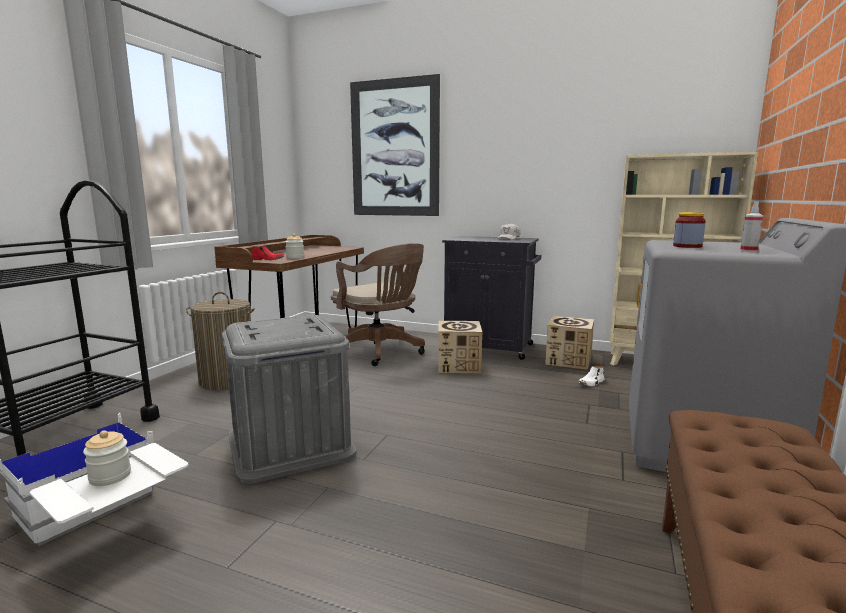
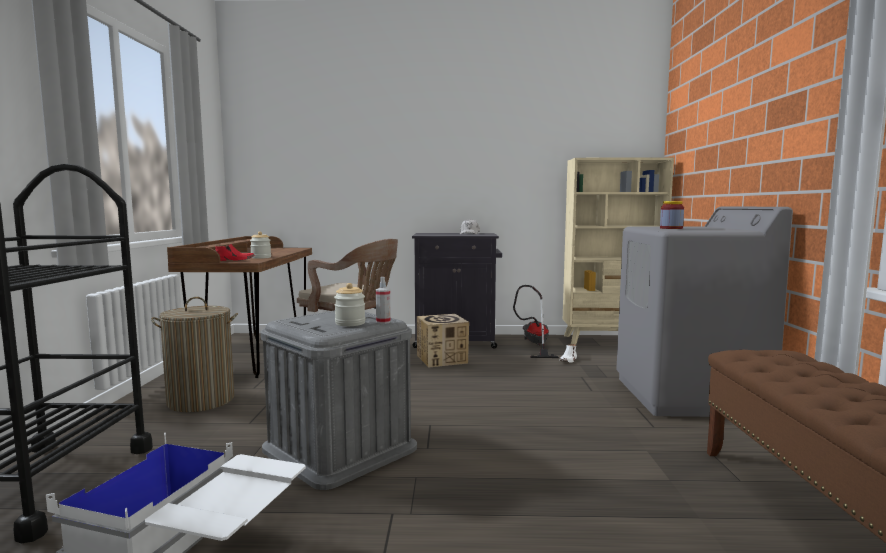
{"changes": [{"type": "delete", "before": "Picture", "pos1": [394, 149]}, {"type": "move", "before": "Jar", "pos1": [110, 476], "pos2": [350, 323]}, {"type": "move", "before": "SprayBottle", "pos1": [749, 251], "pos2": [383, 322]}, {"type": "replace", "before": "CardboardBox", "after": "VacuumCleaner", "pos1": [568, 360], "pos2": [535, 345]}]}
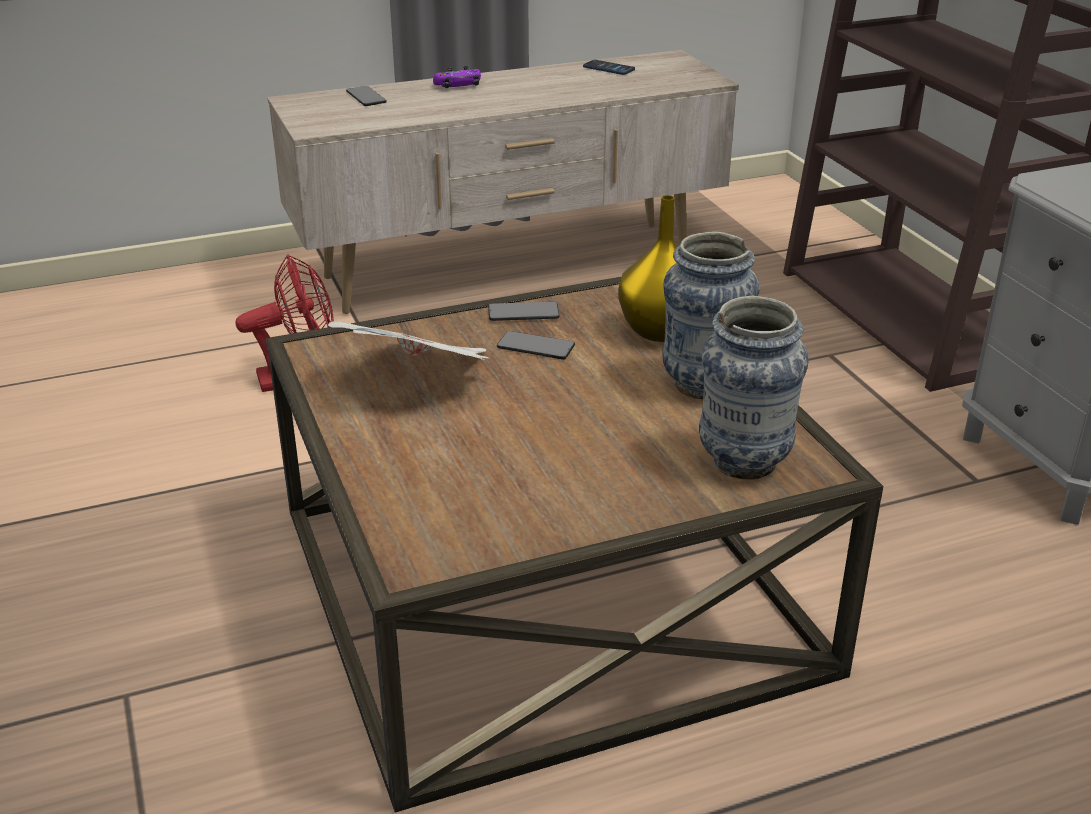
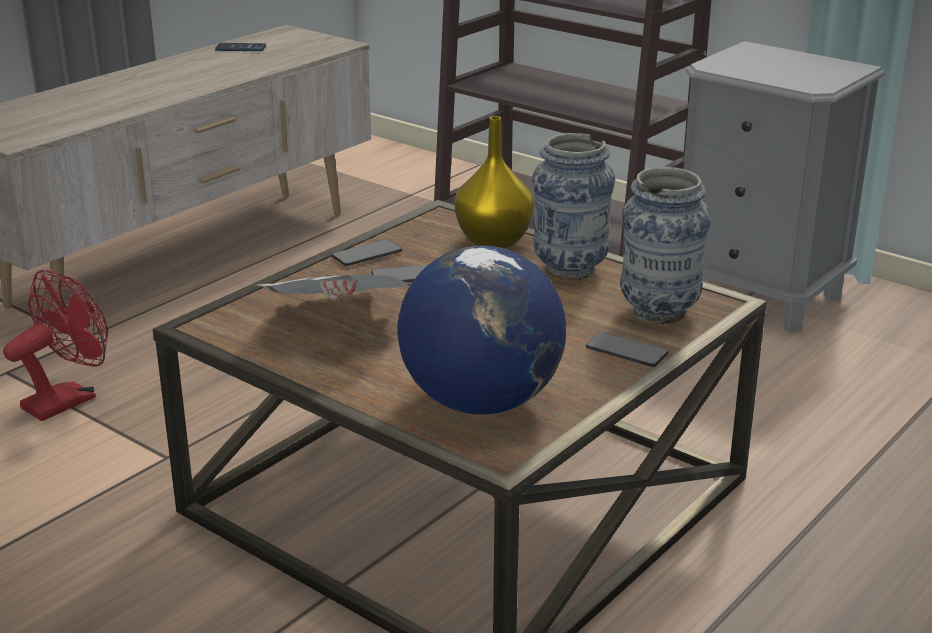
{"changes": [{"type": "delete", "before": "PurpleGameController", "pos1": [458, 85]}, {"type": "insert", "after": "Globe", "pos2": [481, 402]}, {"type": "move", "before": "Phone", "pos1": [366, 97], "pos2": [626, 351]}]}
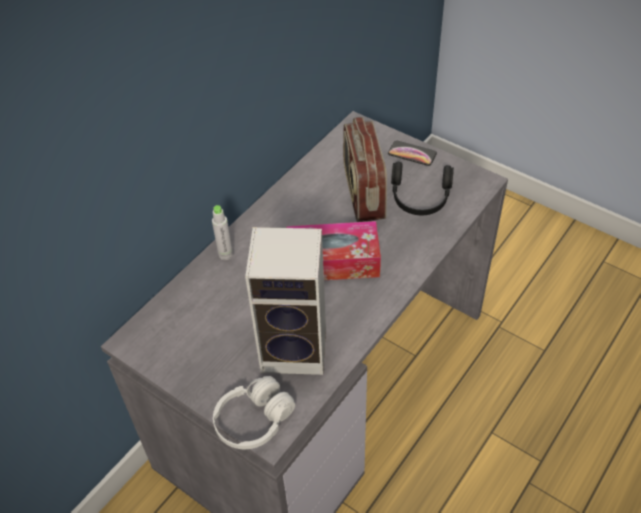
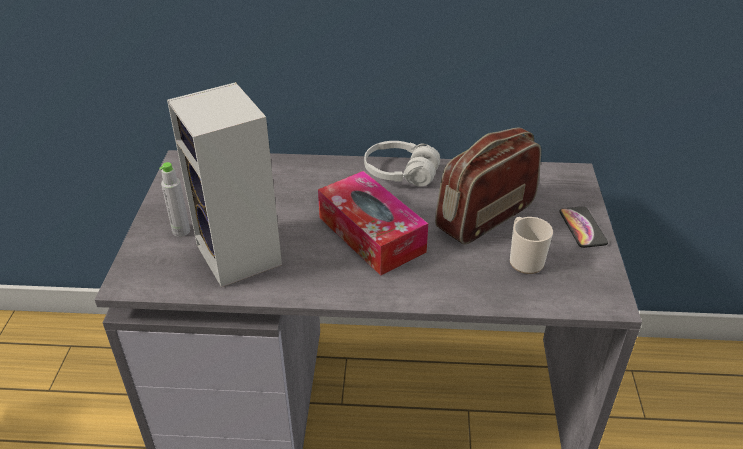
{"changes": [{"type": "move", "before": "GreyBottle", "pos1": [225, 254], "pos2": [181, 231]}, {"type": "move", "before": "WhiteHeadphones", "pos1": [254, 421], "pos2": [400, 173]}, {"type": "replace", "before": "BlackHeadphones", "after": "Mug", "pos1": [420, 198], "pos2": [524, 260]}]}
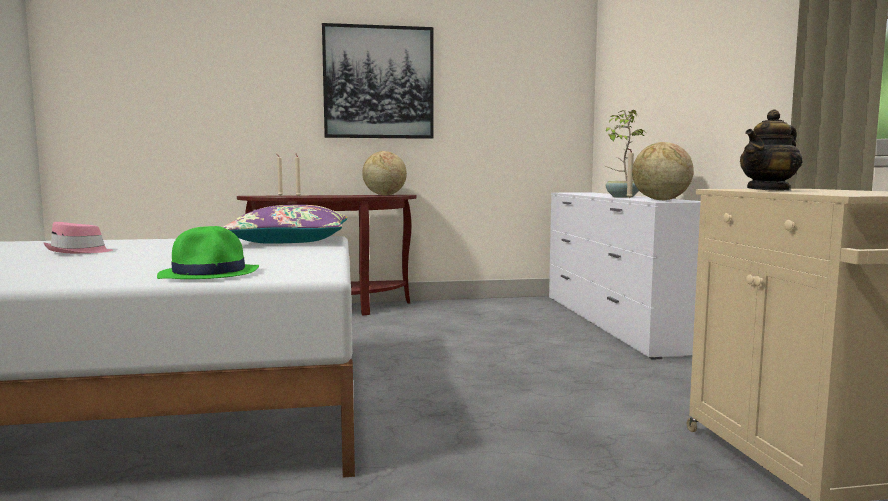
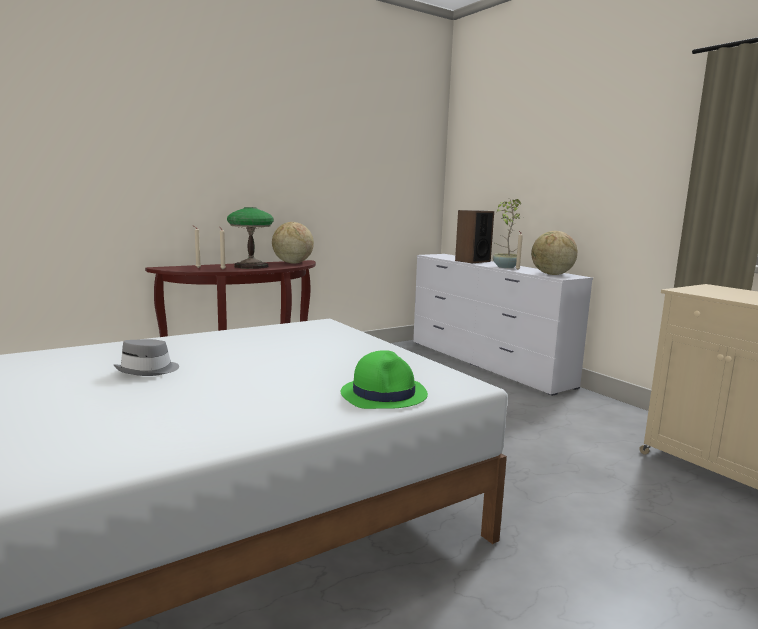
{"changes": [{"type": "delete", "before": "PurplePillow", "pos1": [290, 241]}, {"type": "delete", "before": "Picture", "pos1": [378, 82]}, {"type": "delete", "before": "Teapot", "pos1": [769, 190]}, {"type": "insert", "after": "TableLamp", "pos2": [251, 266]}, {"type": "insert", "after": "Speaker", "pos2": [472, 261]}, {"type": "recolor", "before": "PinkHat", "after": "GreyHat", "pos1": [78, 252], "pos2": [148, 370]}]}
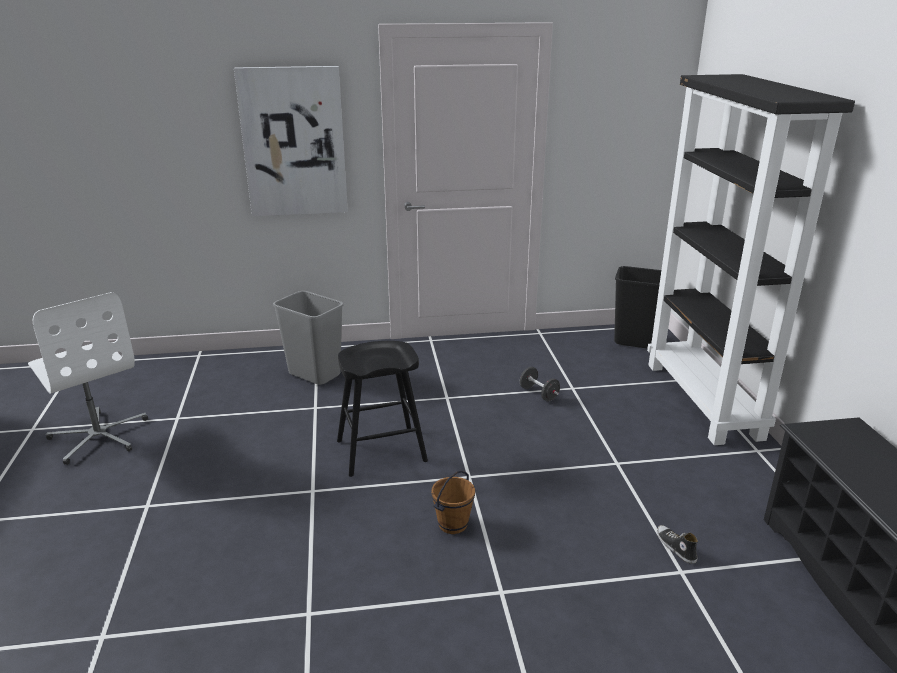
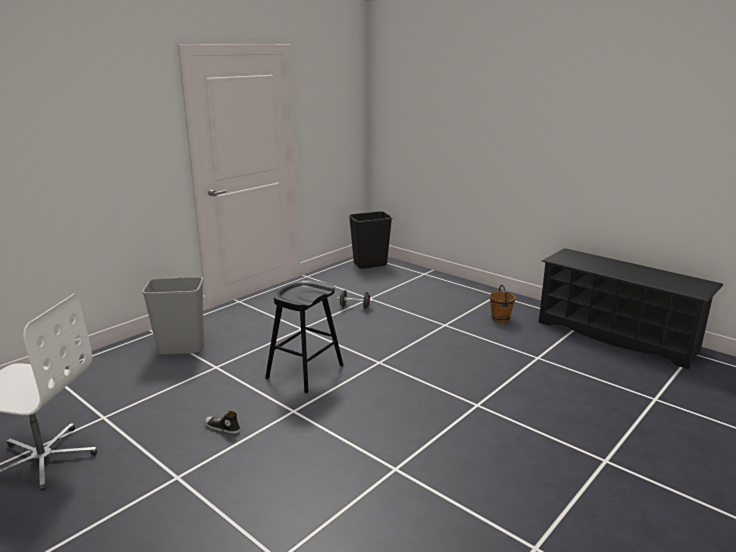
{"changes": [{"type": "delete", "before": "Picture", "pos1": [294, 142]}, {"type": "delete", "before": "BlackBookcase", "pos1": [704, 400]}, {"type": "move", "before": "BrownBucket", "pos1": [453, 525], "pos2": [500, 319]}, {"type": "move", "before": "Shoe", "pos1": [675, 547], "pos2": [222, 428]}]}
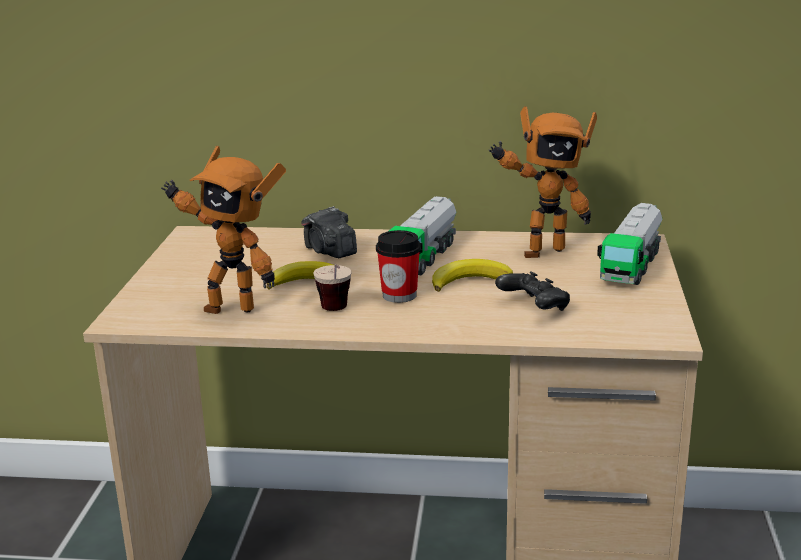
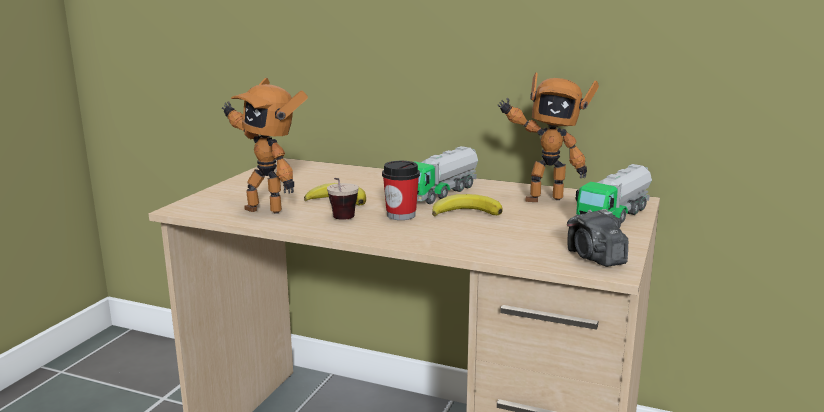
{"changes": [{"type": "delete", "before": "BlackGameController", "pos1": [533, 307]}, {"type": "move", "before": "PhotoCamera", "pos1": [329, 251], "pos2": [594, 258]}]}
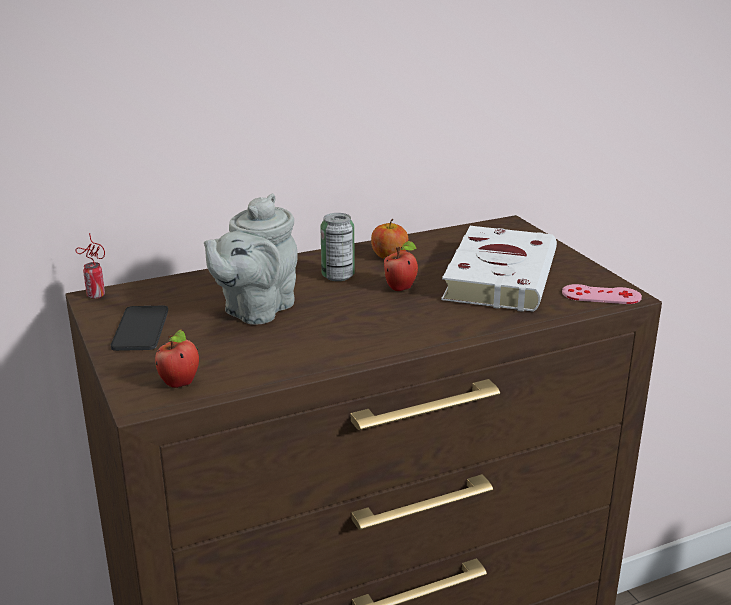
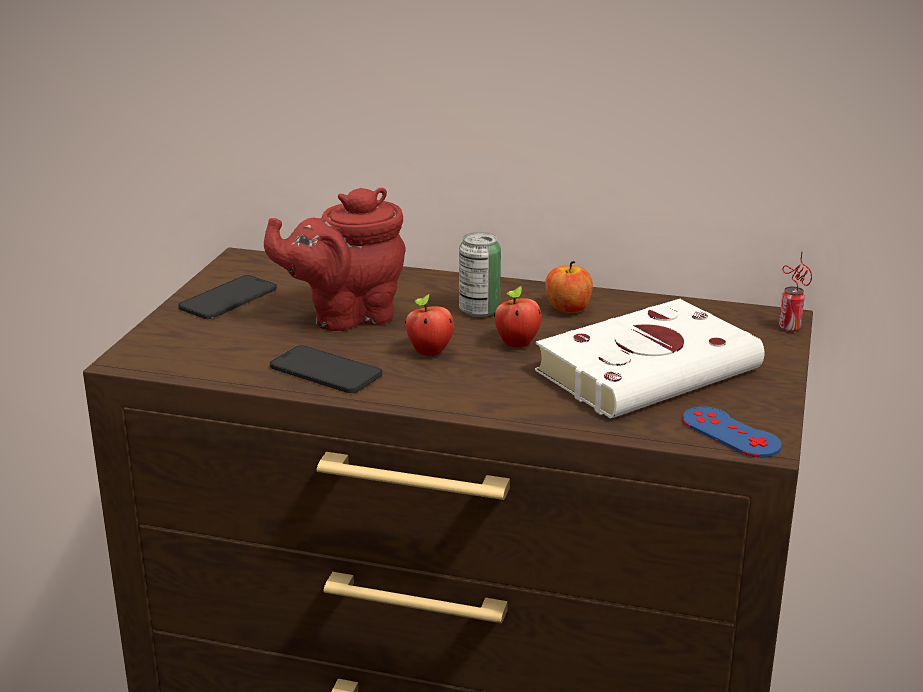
{"changes": [{"type": "insert", "after": "Phone", "pos2": [325, 371]}, {"type": "move", "before": "Can", "pos1": [94, 295], "pos2": [787, 326]}, {"type": "move", "before": "Apple", "pos1": [180, 384], "pos2": [430, 353]}, {"type": "recolor", "before": "GreyTeapot", "after": "RedTeapot", "pos1": [255, 310], "pos2": [346, 316]}, {"type": "recolor", "before": "PinkGameController", "after": "BlueGameController", "pos1": [601, 295], "pos2": [730, 432]}]}
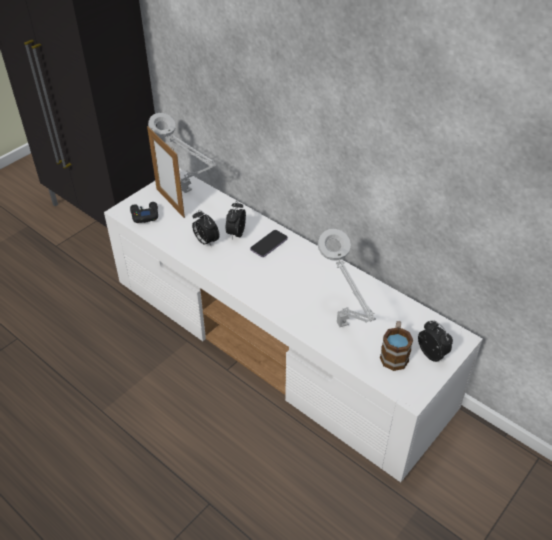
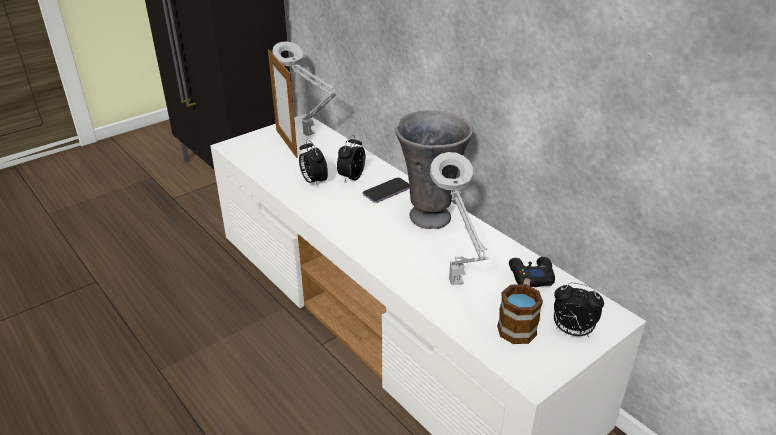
{"changes": [{"type": "insert", "after": "GreyVase", "pos2": [430, 216]}, {"type": "move", "before": "BlackGameController", "pos1": [144, 215], "pos2": [530, 275]}, {"type": "rotate", "before": "AlarmClock", "pos1": [432, 354], "pos2": [571, 331], "turn": 135}]}
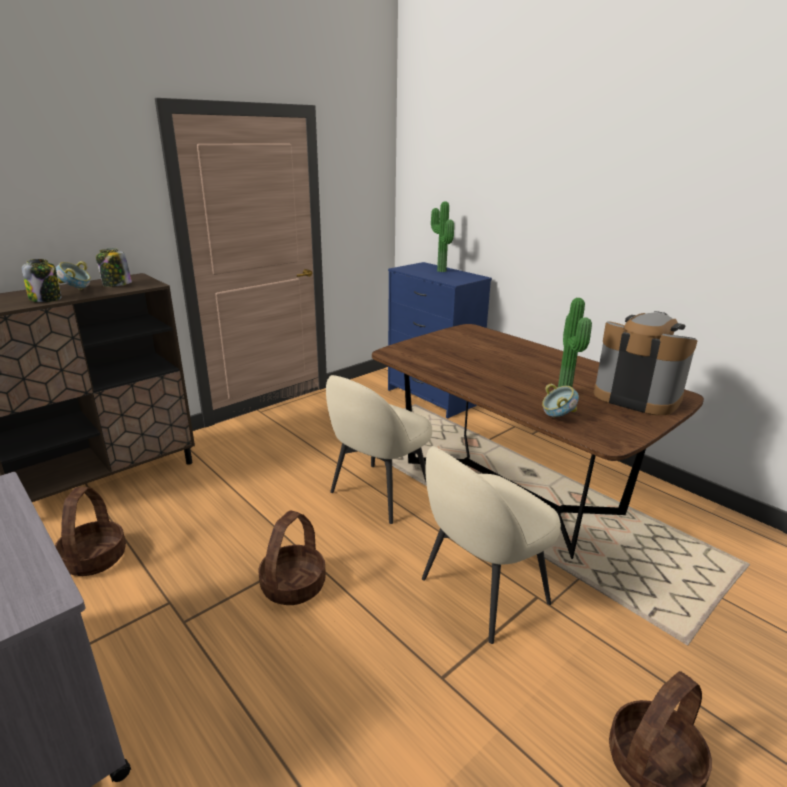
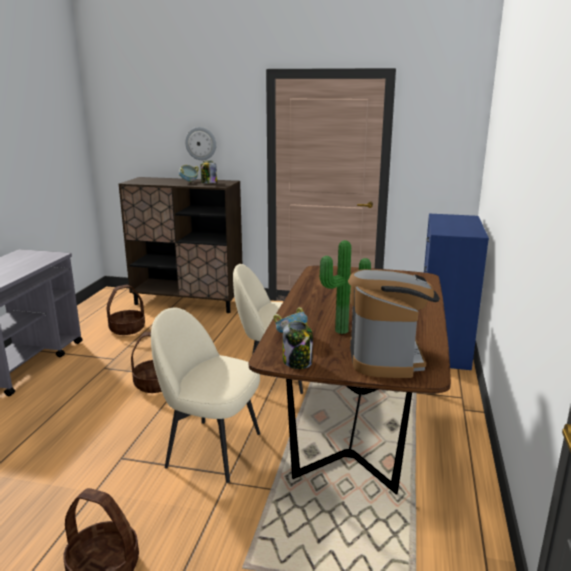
{"changes": [{"type": "delete", "before": "PottedPlant", "pos1": [440, 271]}, {"type": "insert", "after": "WallClock", "pos2": [201, 143]}, {"type": "move", "before": "Jar", "pos1": [46, 299], "pos2": [298, 362]}]}
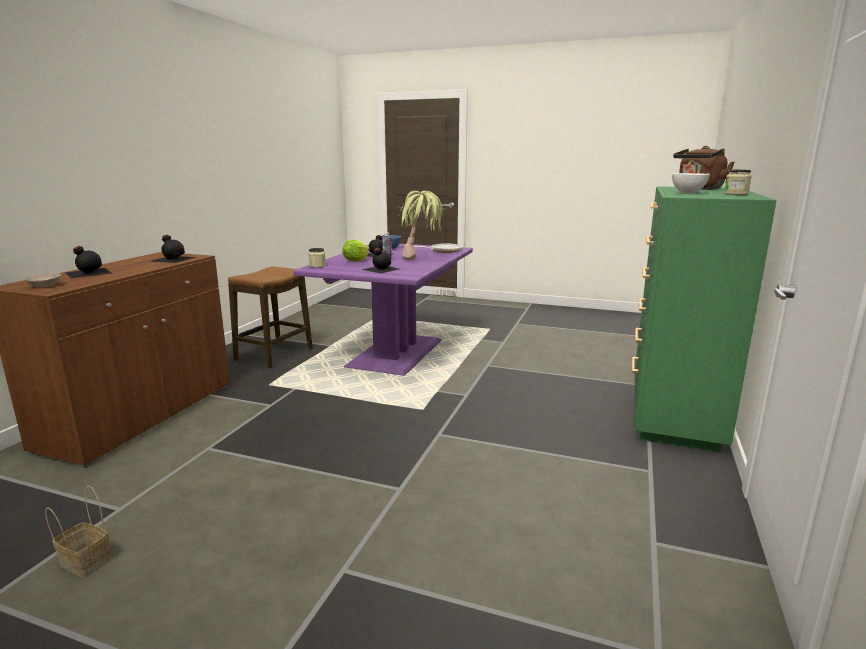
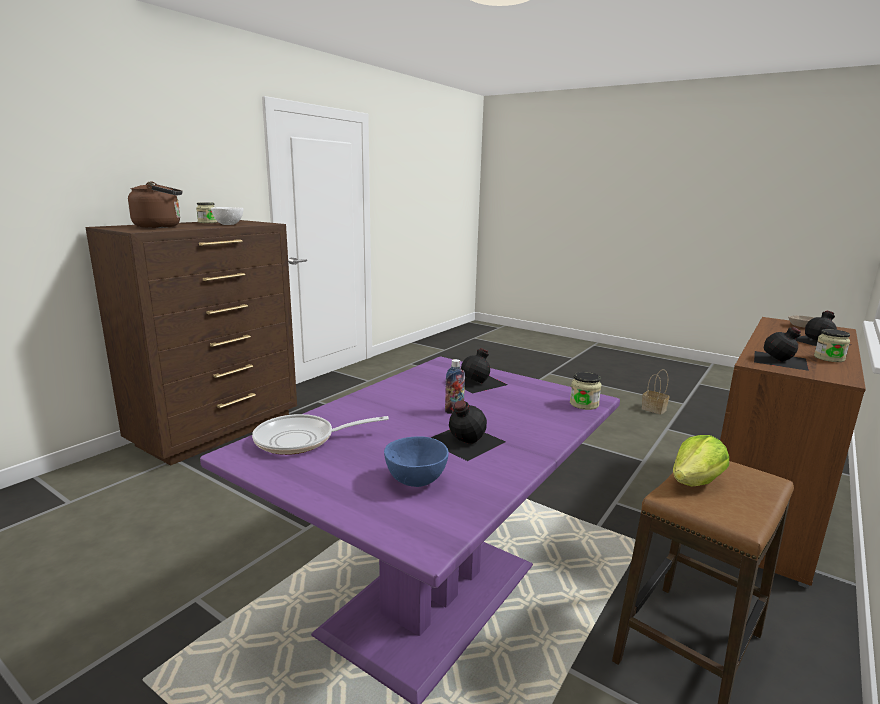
{"changes": [{"type": "delete", "before": "PottedPlant", "pos1": [421, 261]}, {"type": "insert", "after": "Jar", "pos2": [829, 358]}, {"type": "move", "before": "Lettuce", "pos1": [356, 261], "pos2": [696, 482]}, {"type": "recolor", "before": "GreenDresser", "after": "BrownDresser", "pos1": [672, 412], "pos2": [218, 430]}]}
